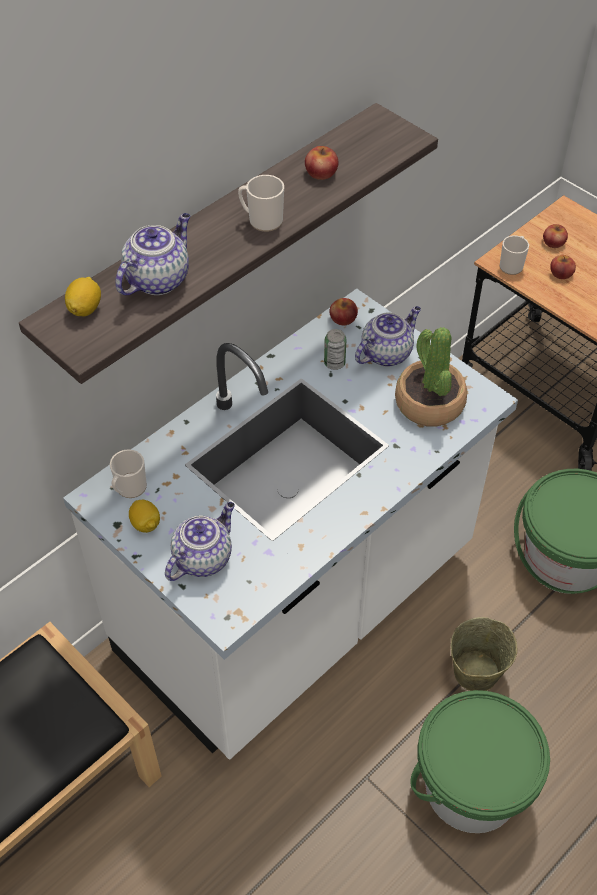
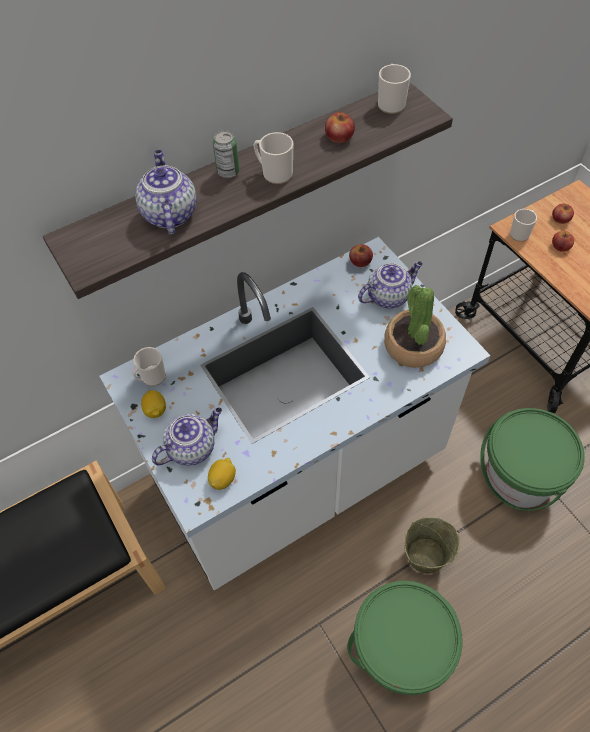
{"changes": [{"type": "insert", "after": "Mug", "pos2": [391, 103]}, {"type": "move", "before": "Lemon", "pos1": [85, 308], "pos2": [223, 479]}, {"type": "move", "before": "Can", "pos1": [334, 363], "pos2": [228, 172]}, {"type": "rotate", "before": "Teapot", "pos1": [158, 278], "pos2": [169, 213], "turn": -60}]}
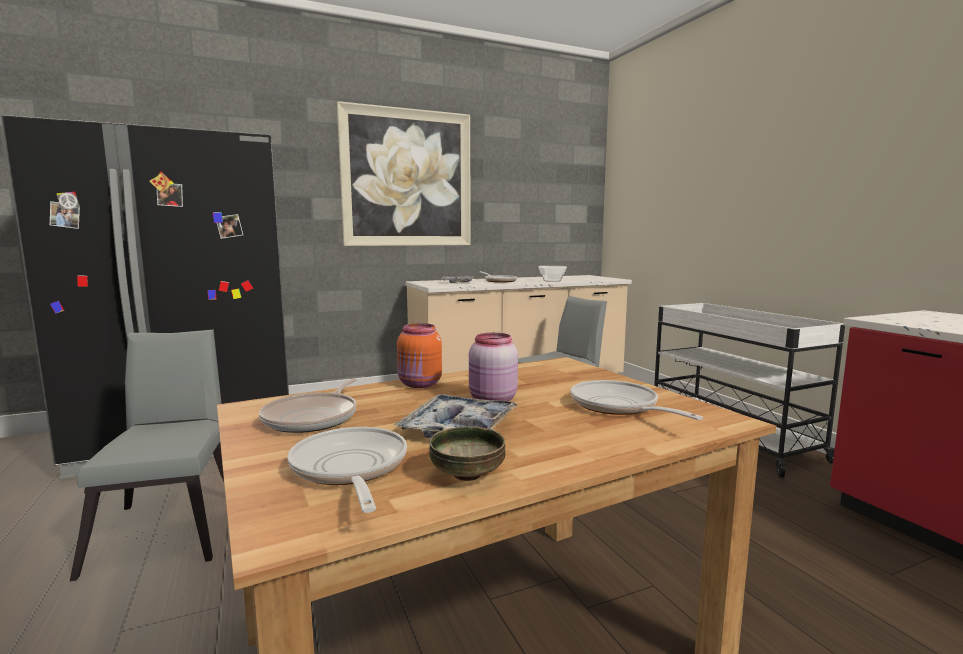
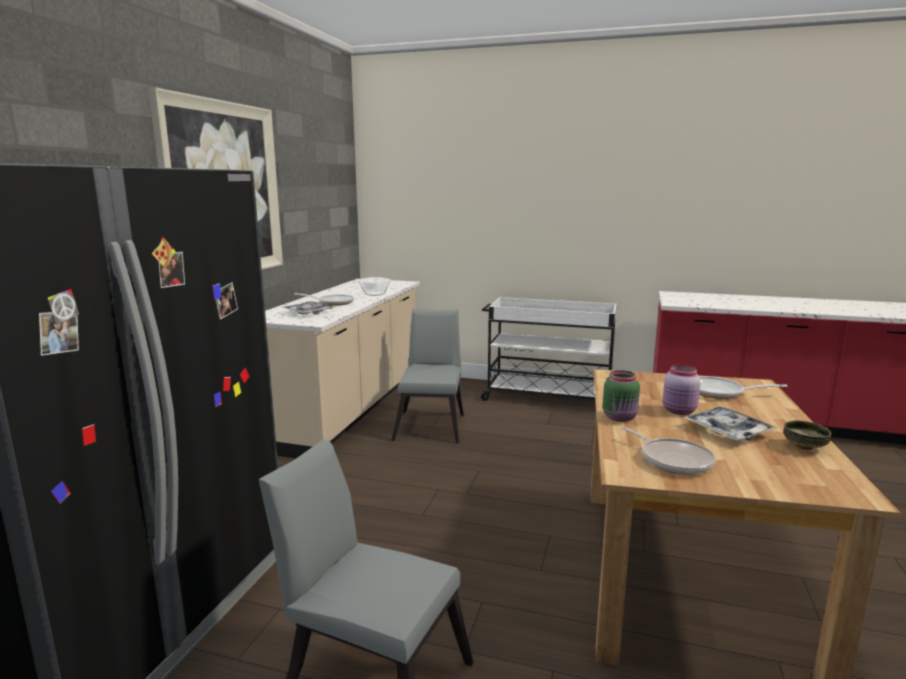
{"changes": [{"type": "delete", "before": "FryingPan", "pos1": [350, 470]}, {"type": "recolor", "before": "OrangeJar", "after": "GreenJar", "pos1": [420, 384], "pos2": [620, 417]}]}
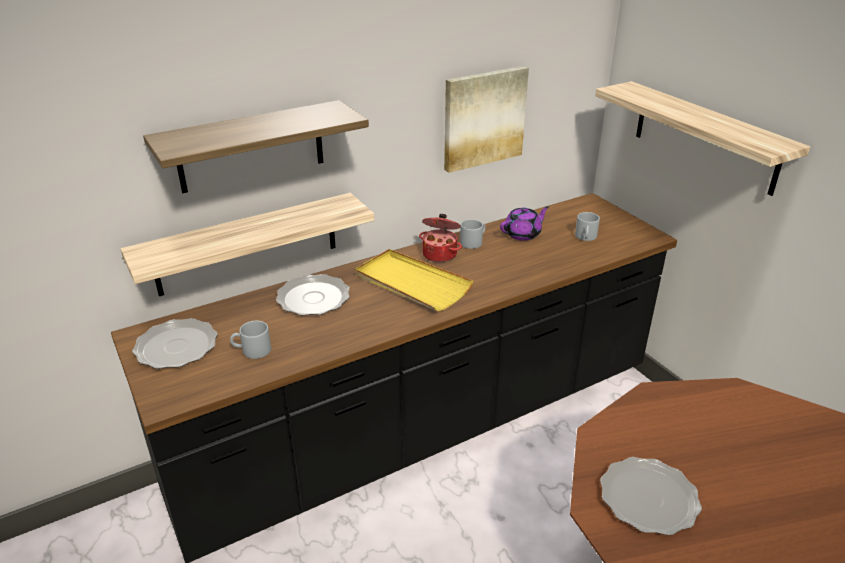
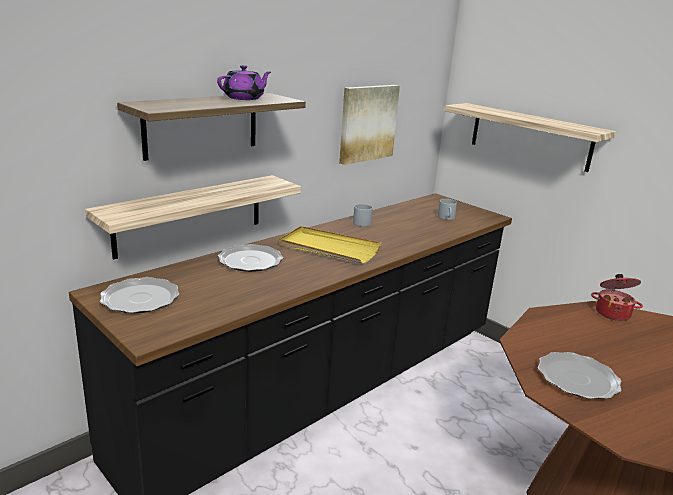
{"changes": [{"type": "delete", "before": "GreyMug", "pos1": [251, 351]}, {"type": "move", "before": "CookingPot", "pos1": [440, 254], "pos2": [612, 313]}, {"type": "move", "before": "PurpleTeapot", "pos1": [523, 234], "pos2": [244, 98]}]}
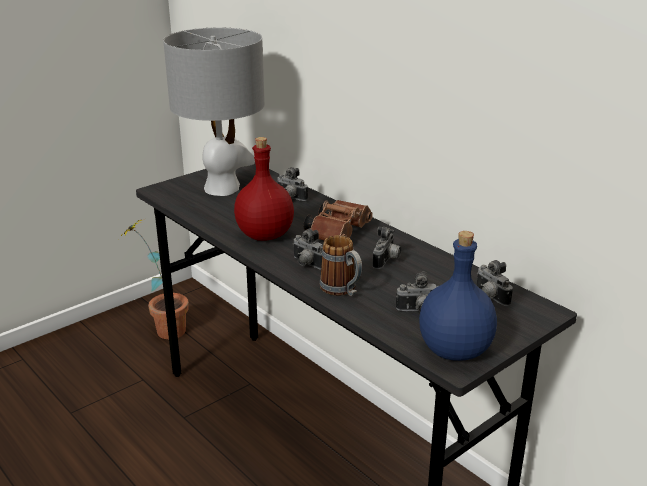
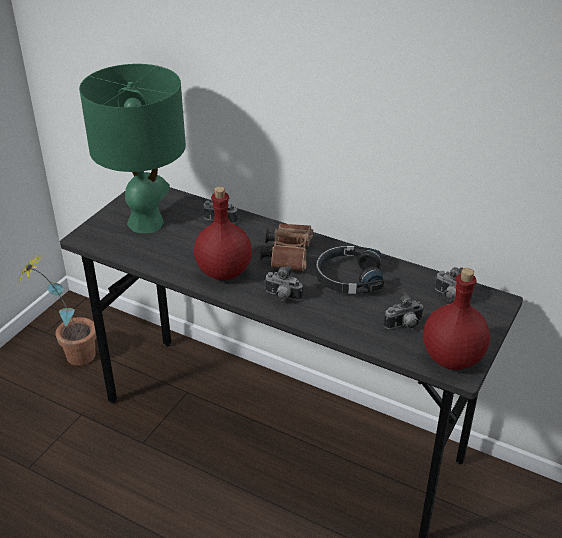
{"changes": [{"type": "delete", "before": "Mug", "pos1": [342, 290]}, {"type": "replace", "before": "PhotoCamera", "after": "BlackHeadphones", "pos1": [387, 261], "pos2": [348, 278]}, {"type": "recolor", "before": "GreyTableLamp", "after": "GreenTableLamp", "pos1": [223, 188], "pos2": [147, 222]}, {"type": "recolor", "before": "BlueBottle", "after": "RedBottle", "pos1": [454, 351], "pos2": [452, 359]}]}
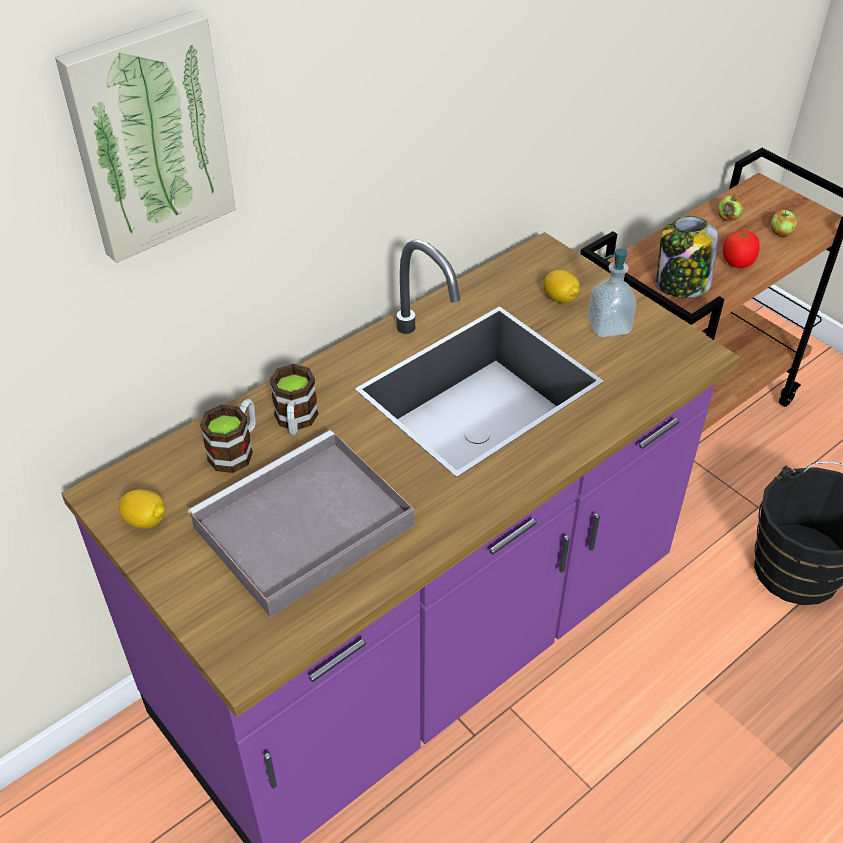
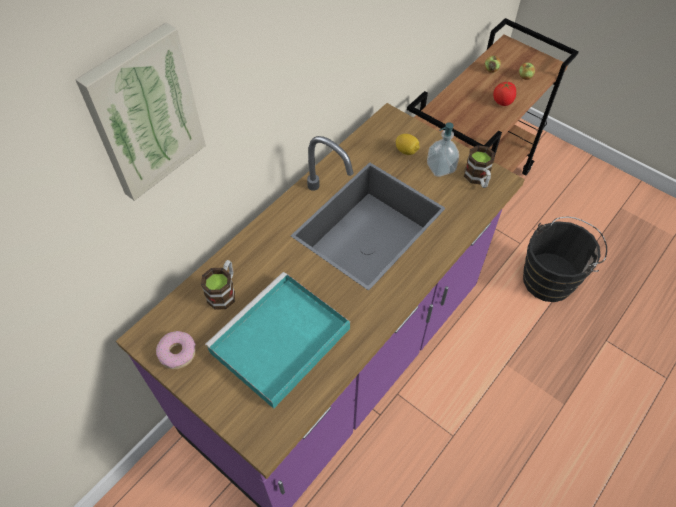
{"changes": [{"type": "delete", "before": "Jar", "pos1": [681, 285]}, {"type": "move", "before": "Mug", "pos1": [295, 421], "pos2": [478, 179]}, {"type": "replace", "before": "Lemon", "after": "Donut", "pos1": [146, 520], "pos2": [177, 353]}, {"type": "recolor", "before": "GreyTray", "after": "TurquoiseTray", "pos1": [301, 528], "pos2": [278, 342]}]}
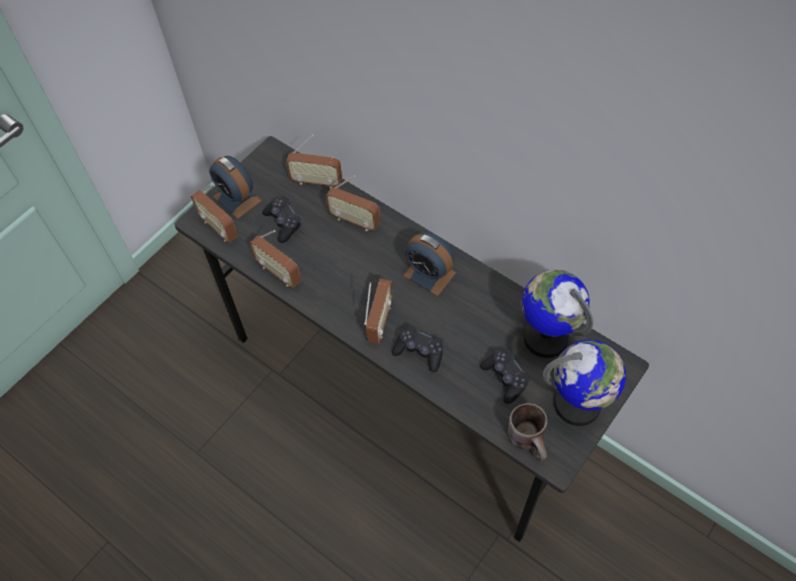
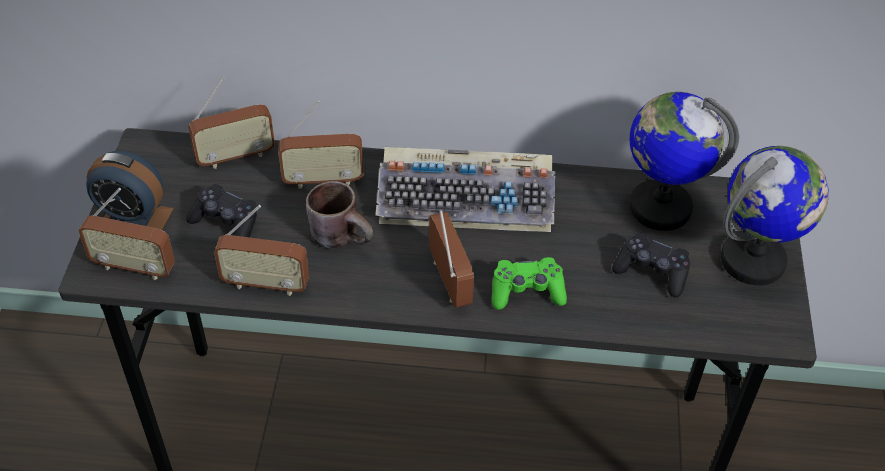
{"changes": [{"type": "move", "before": "BrownMug", "pos1": [531, 439], "pos2": [344, 235]}, {"type": "replace", "before": "AlarmClock", "after": "Keyboard", "pos1": [429, 274], "pos2": [468, 199]}, {"type": "recolor", "before": "BlackGameController", "after": "GreenGameController", "pos1": [419, 352], "pos2": [527, 291]}]}
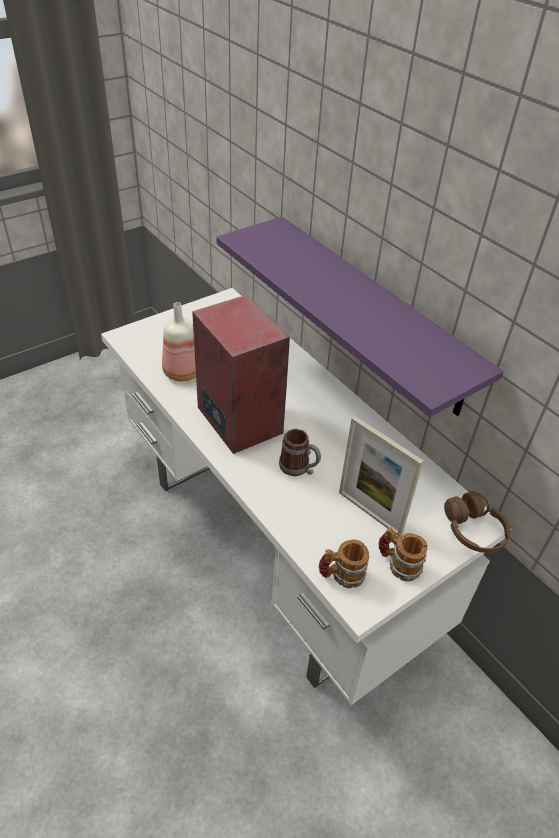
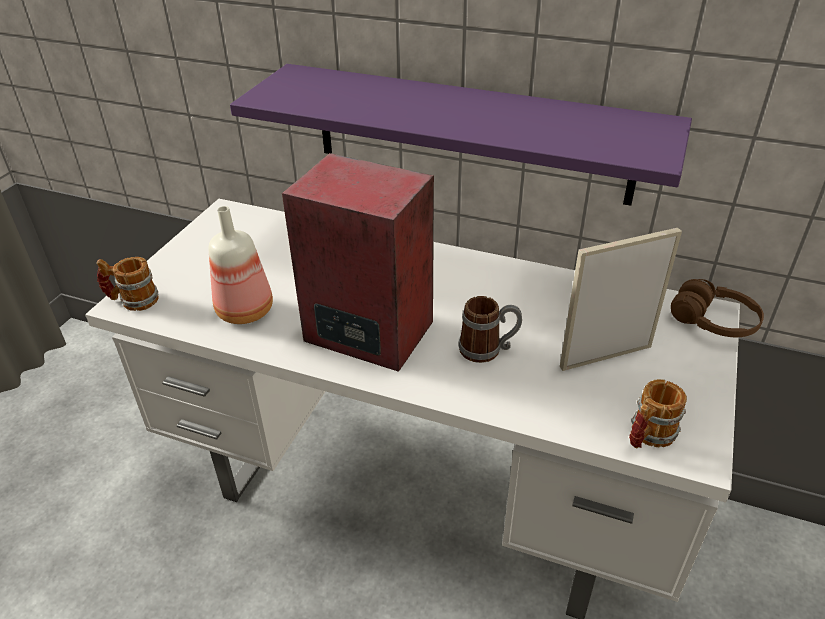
{"changes": [{"type": "move", "before": "Mug", "pos1": [398, 564], "pos2": [132, 300]}, {"type": "rotate", "before": "PictureFrame", "pos1": [369, 513], "pos2": [605, 356], "turn": 150}]}
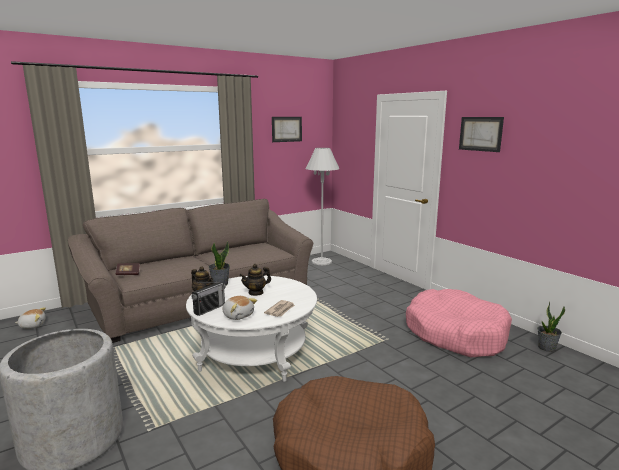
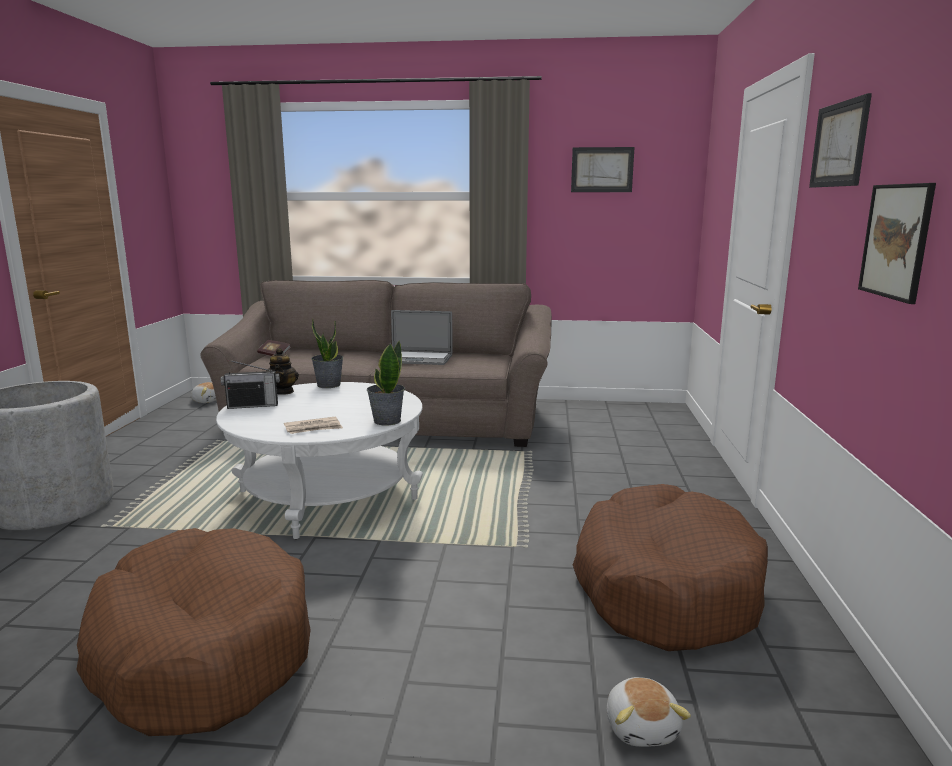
{"changes": [{"type": "delete", "before": "Teapot", "pos1": [256, 292]}, {"type": "delete", "before": "WhiteFloorLamp", "pos1": [321, 262]}, {"type": "insert", "after": "Laptop", "pos2": [417, 359]}, {"type": "insert", "after": "Picture", "pos2": [896, 241]}, {"type": "move", "before": "PlushToy", "pos1": [238, 315], "pos2": [642, 727]}, {"type": "move", "before": "PottedPlant", "pos1": [546, 348], "pos2": [386, 421]}, {"type": "recolor", "before": "PinkDogBed", "after": "BrownDogBed", "pos1": [455, 334], "pos2": [665, 587]}]}
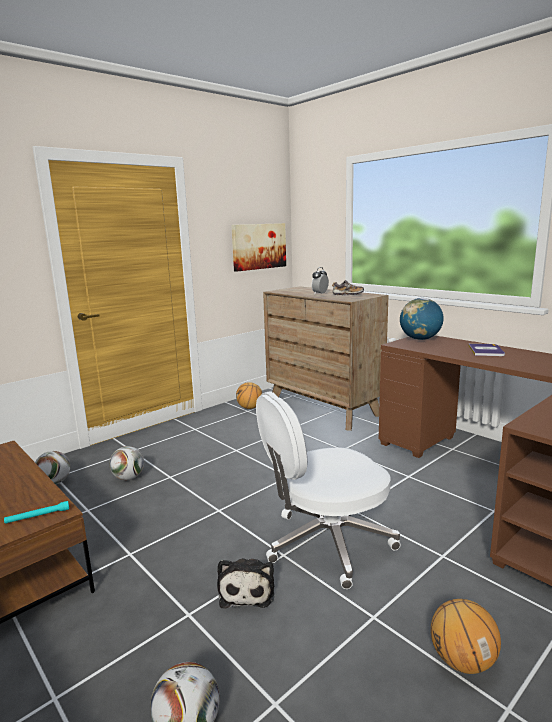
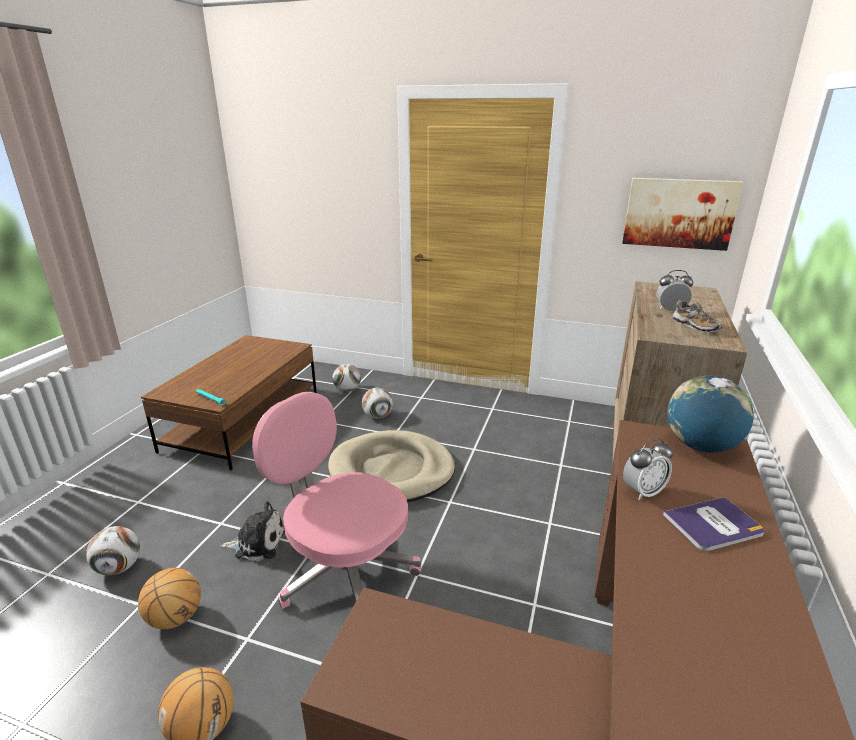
{"changes": [{"type": "insert", "after": "BeigeDogBed", "pos2": [391, 471]}, {"type": "insert", "after": "AlarmClock", "pos2": [643, 492]}, {"type": "move", "before": "Basketball", "pos1": [250, 408], "pos2": [175, 618]}, {"type": "recolor", "before": "WhiteOfficeChair", "after": "PinkOfficeChair", "pos1": [327, 543], "pos2": [345, 571]}, {"type": "rotate", "before": "PlushToy", "pos1": [247, 590], "pos2": [257, 543], "turn": -150}]}
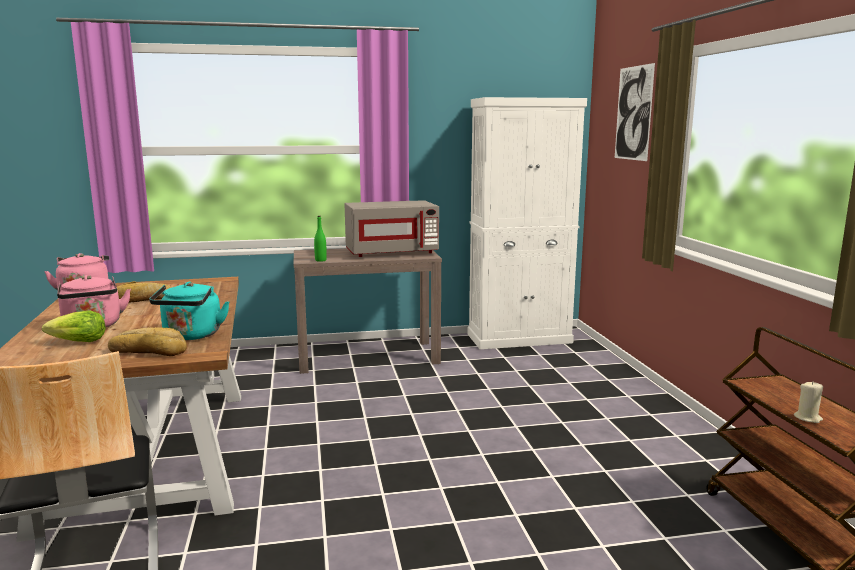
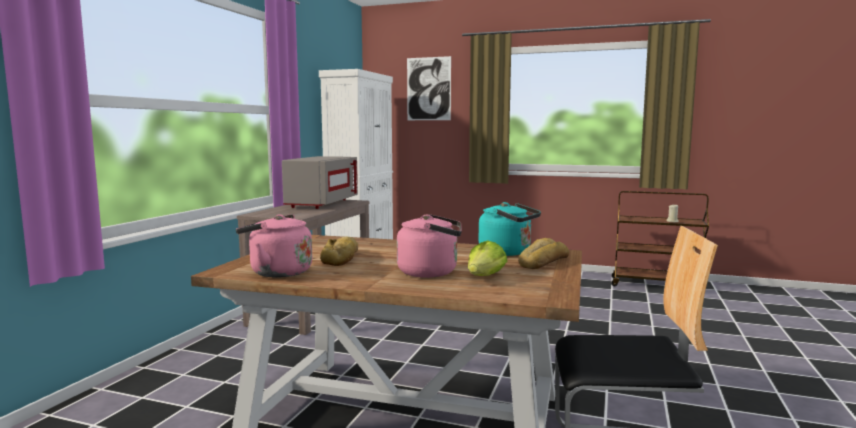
{"changes": [{"type": "delete", "before": "GreenBottle", "pos1": [320, 260]}]}
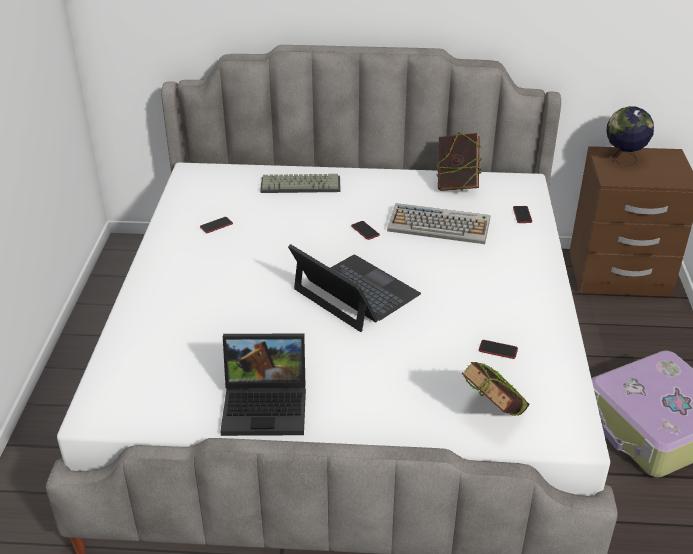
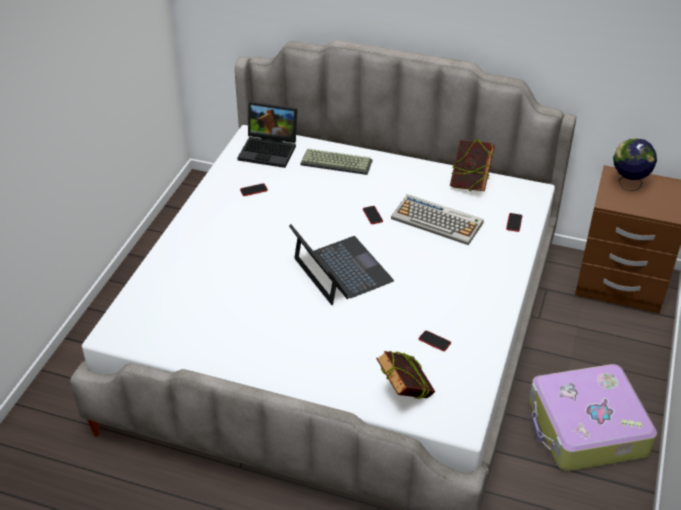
{"changes": [{"type": "move", "before": "Laptop", "pos1": [267, 405], "pos2": [270, 150]}]}
